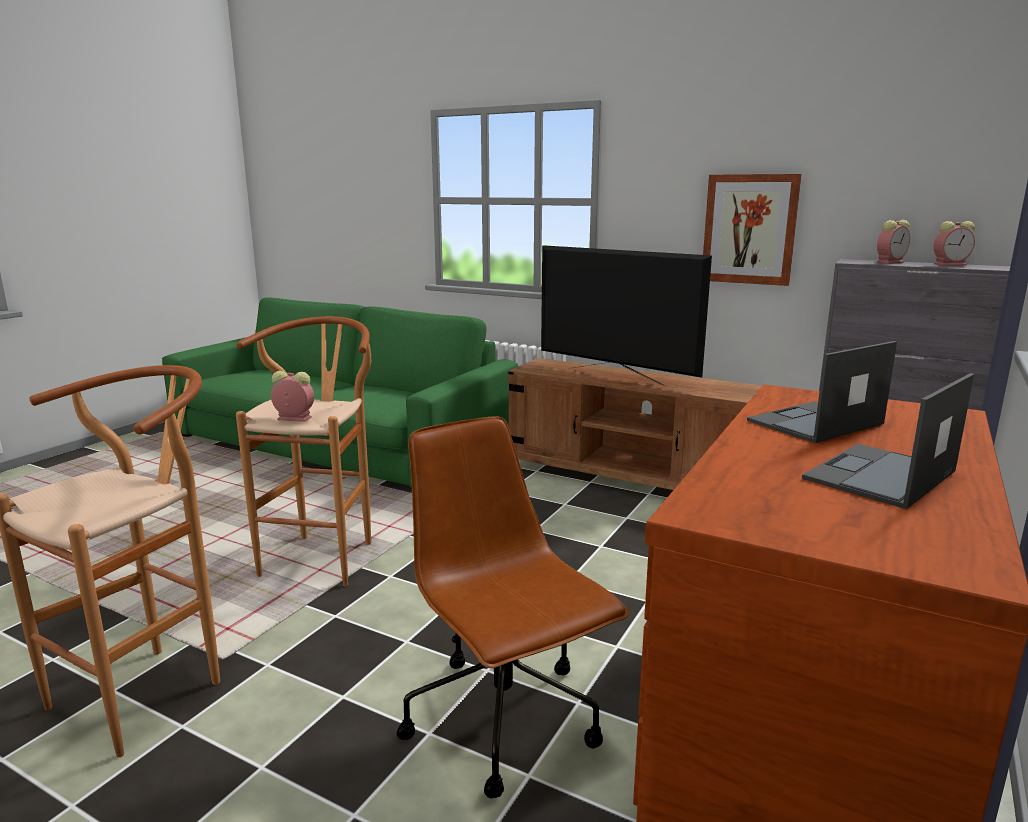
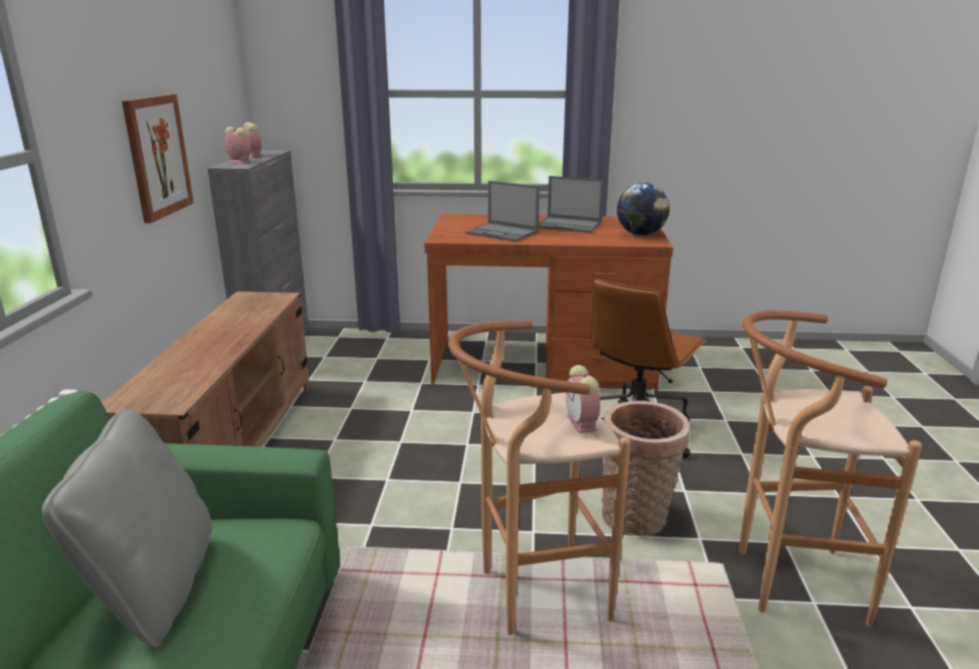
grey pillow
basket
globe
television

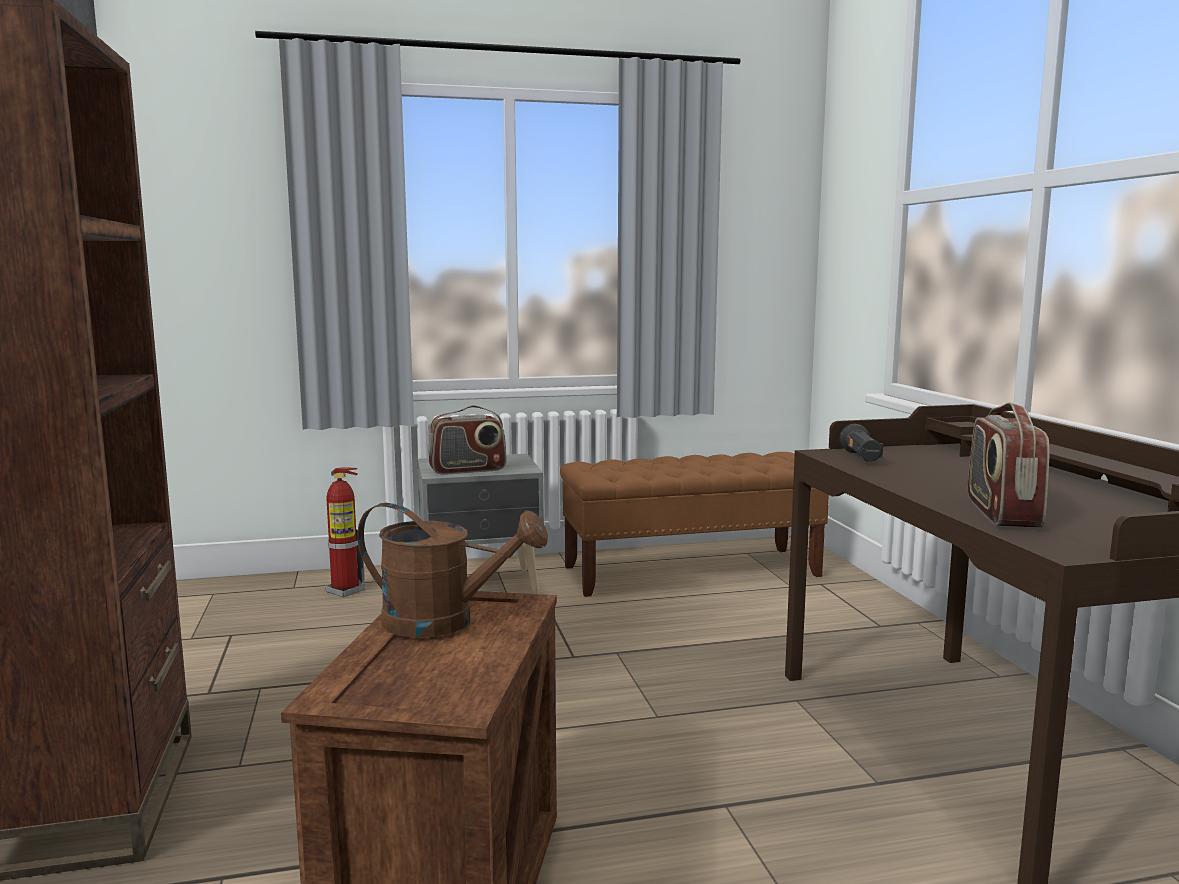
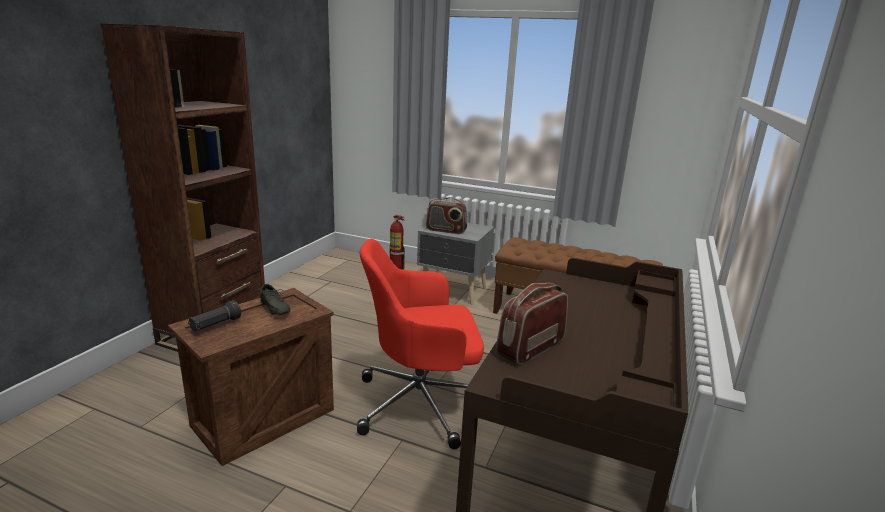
black flashlight
grey shoe
red office chair

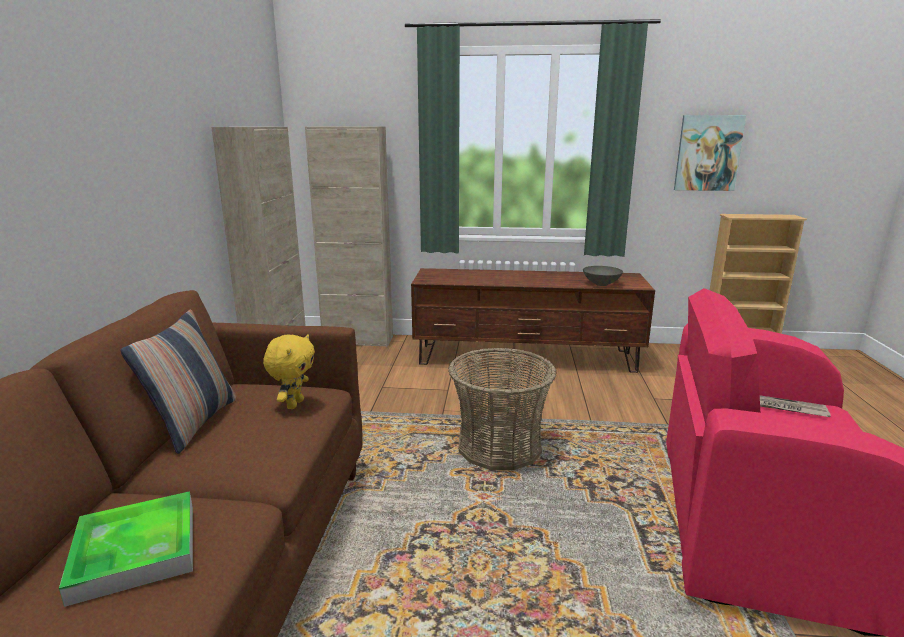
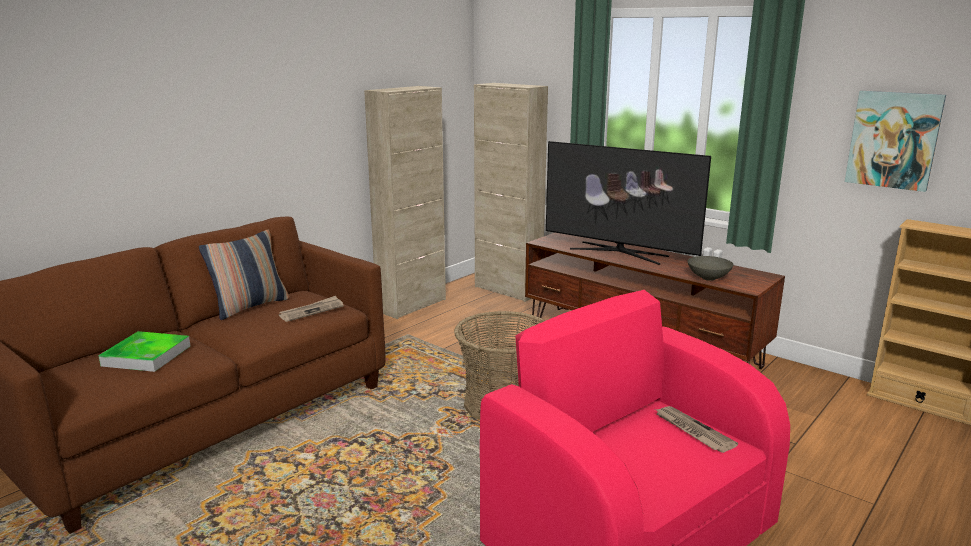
newspaper (no. 1 from left)
television

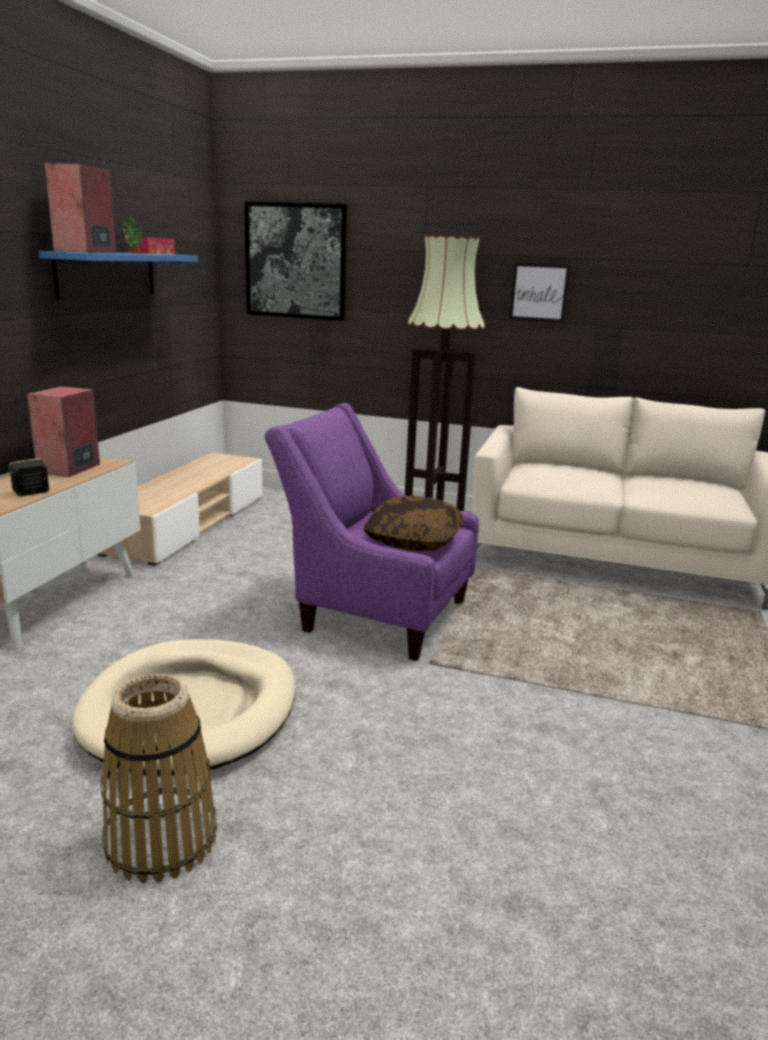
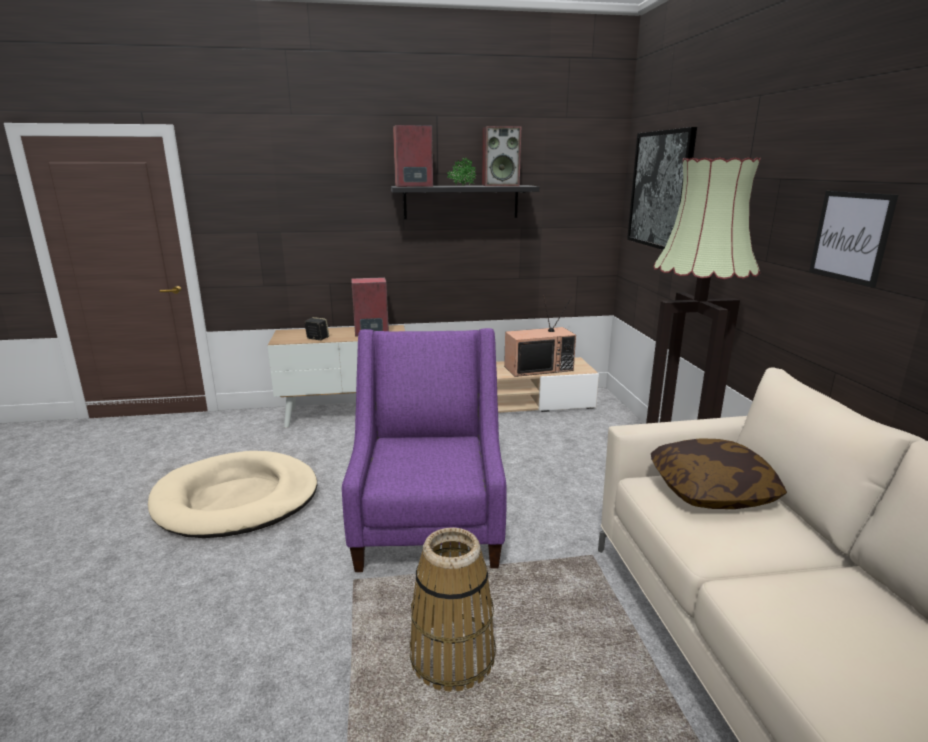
black shelf
basket
speaker (no. 4 from left)
television
pillow

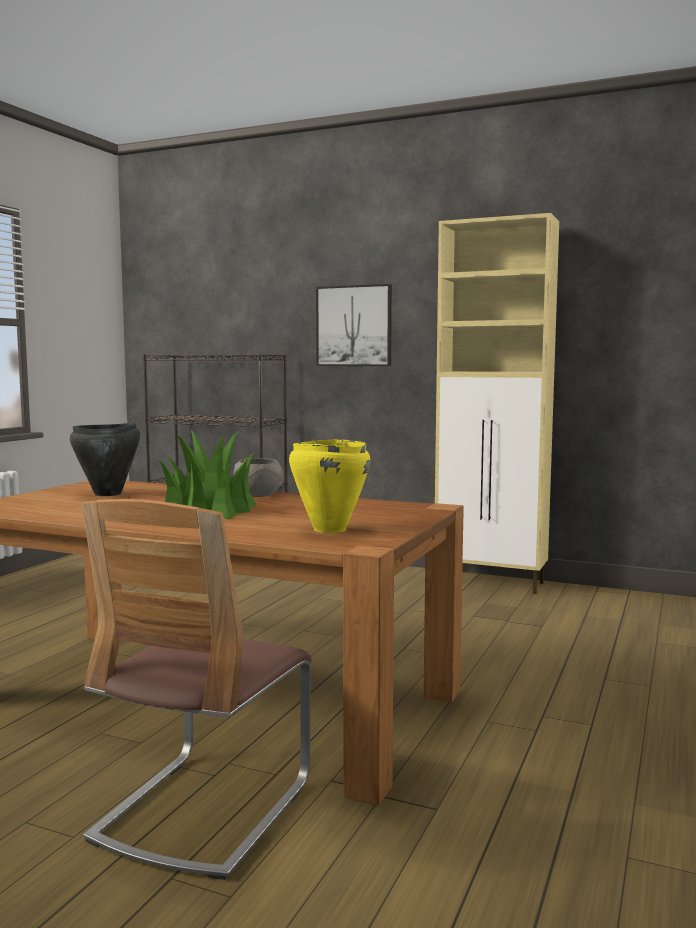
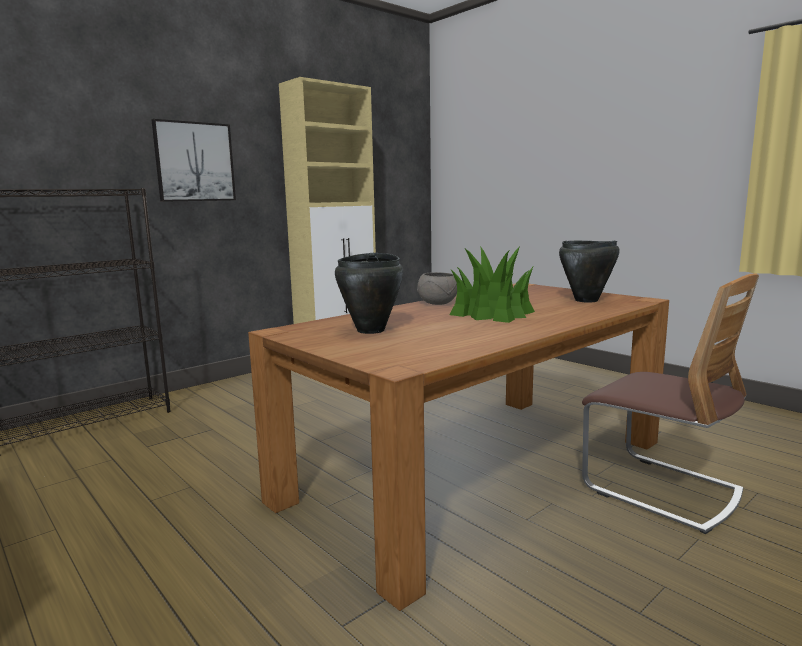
black cooking pot (no. 2 from left)

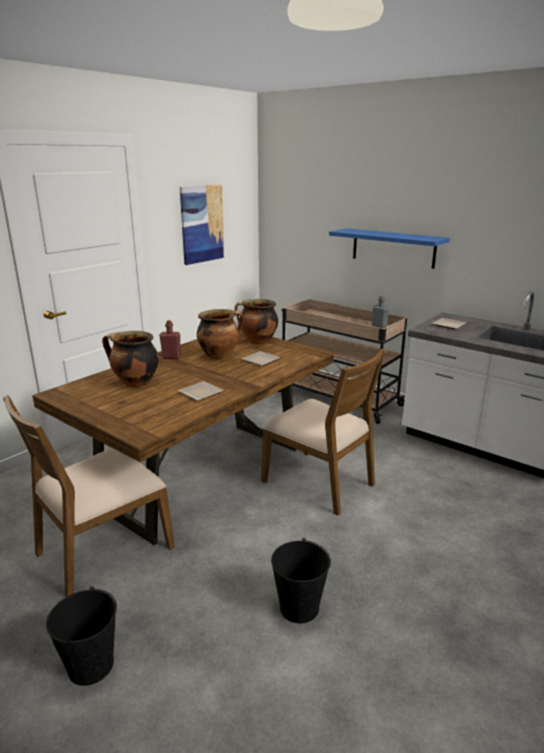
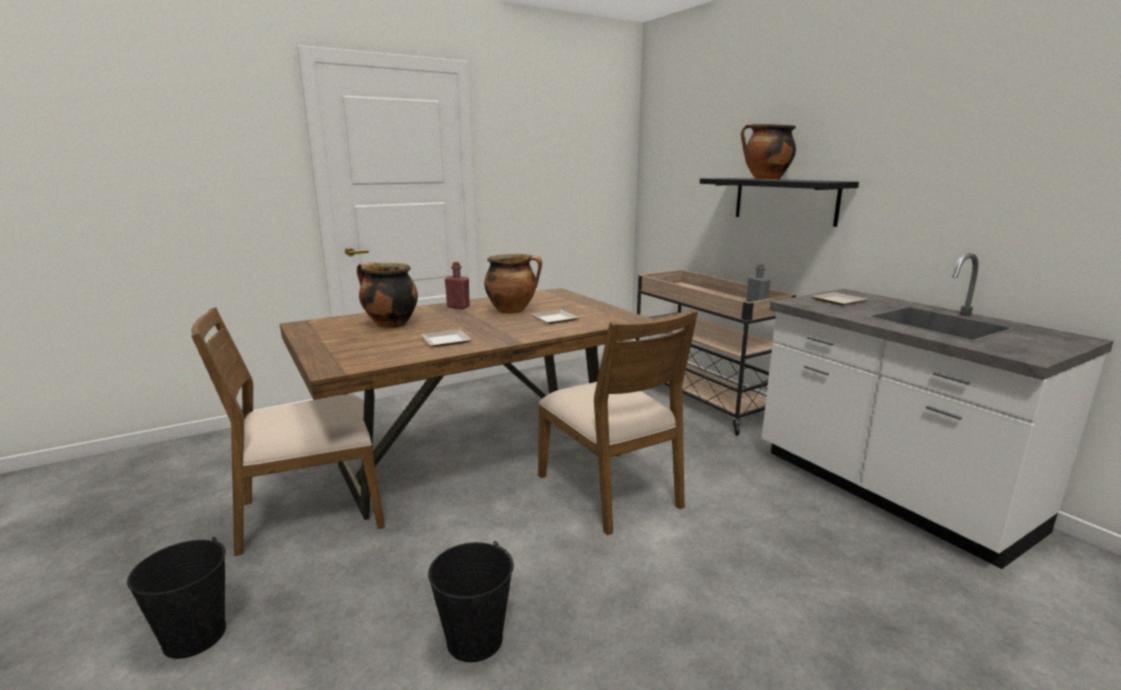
black shelf
cooking pot (no. 3 from left)
picture

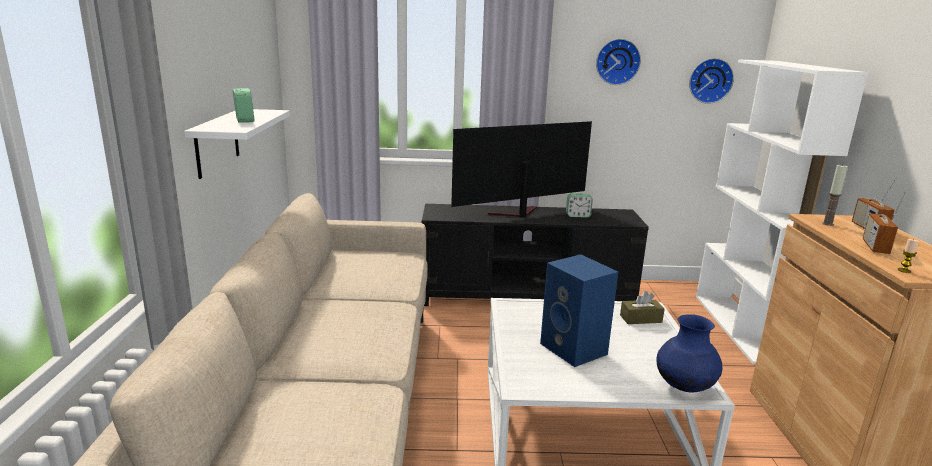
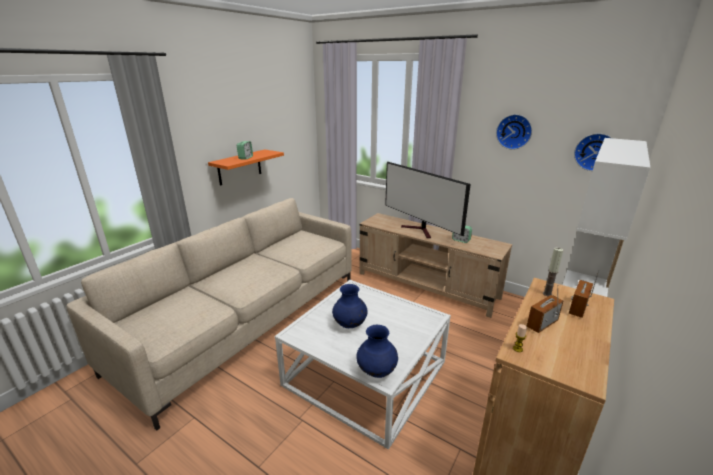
orange shelf
blue vase (no. 1 from left)
beige tv stand
television
brown tissue box

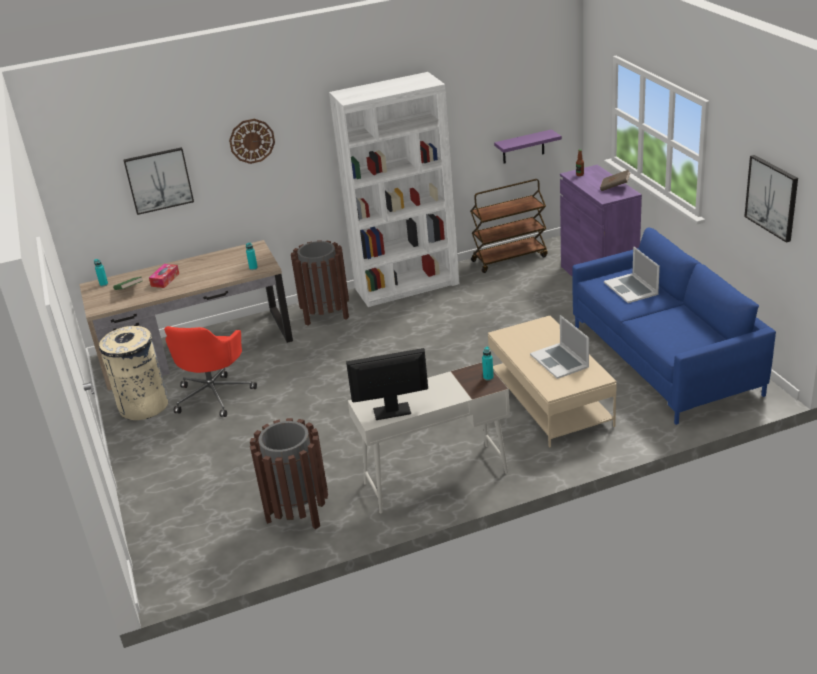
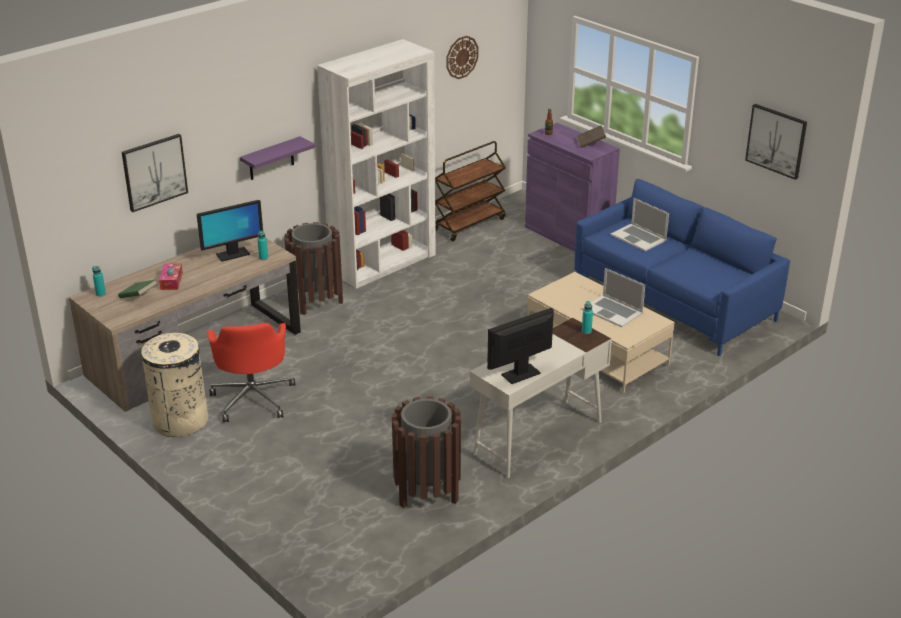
monitor (no. 1 from left)
purple shelf
wall clock

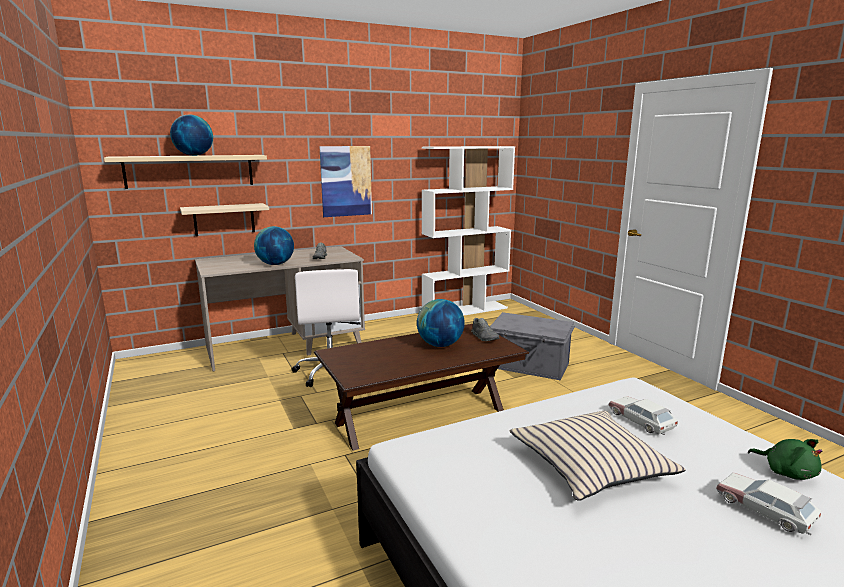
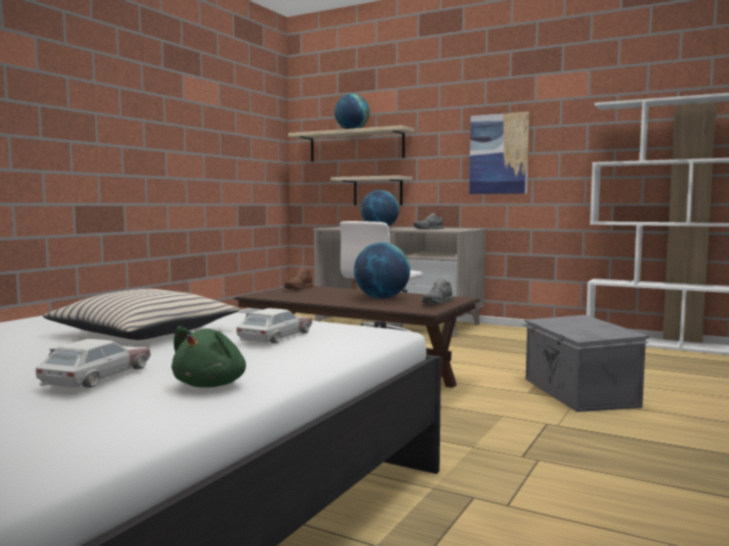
brown shoe

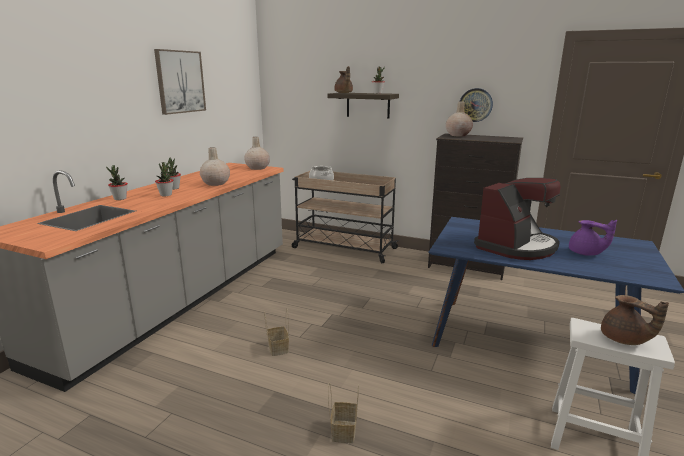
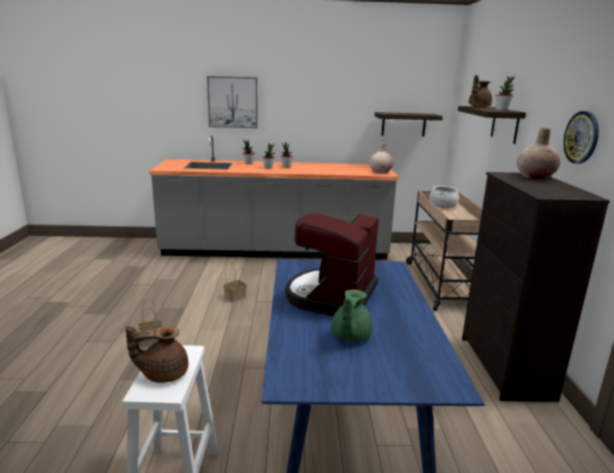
brown teapot (no. 1 from left)
picture
coffee machine
green teapot
shelf (no. 1 from left)
beige vase (no. 1 from left in the first image)

